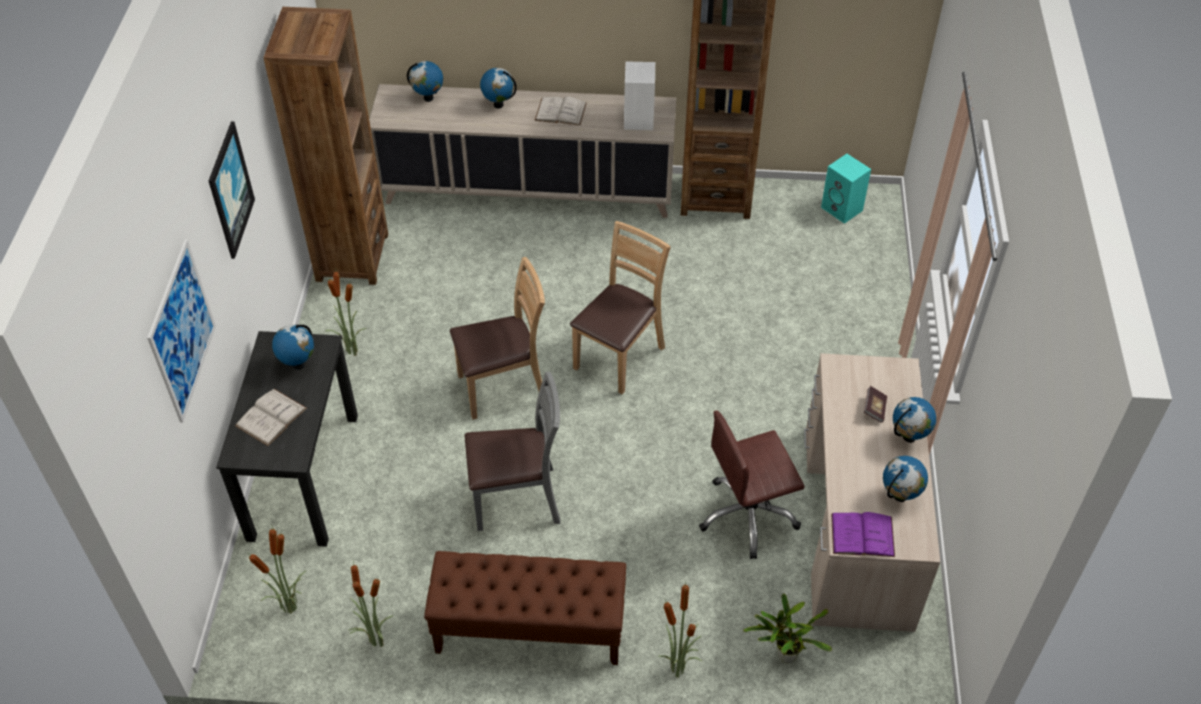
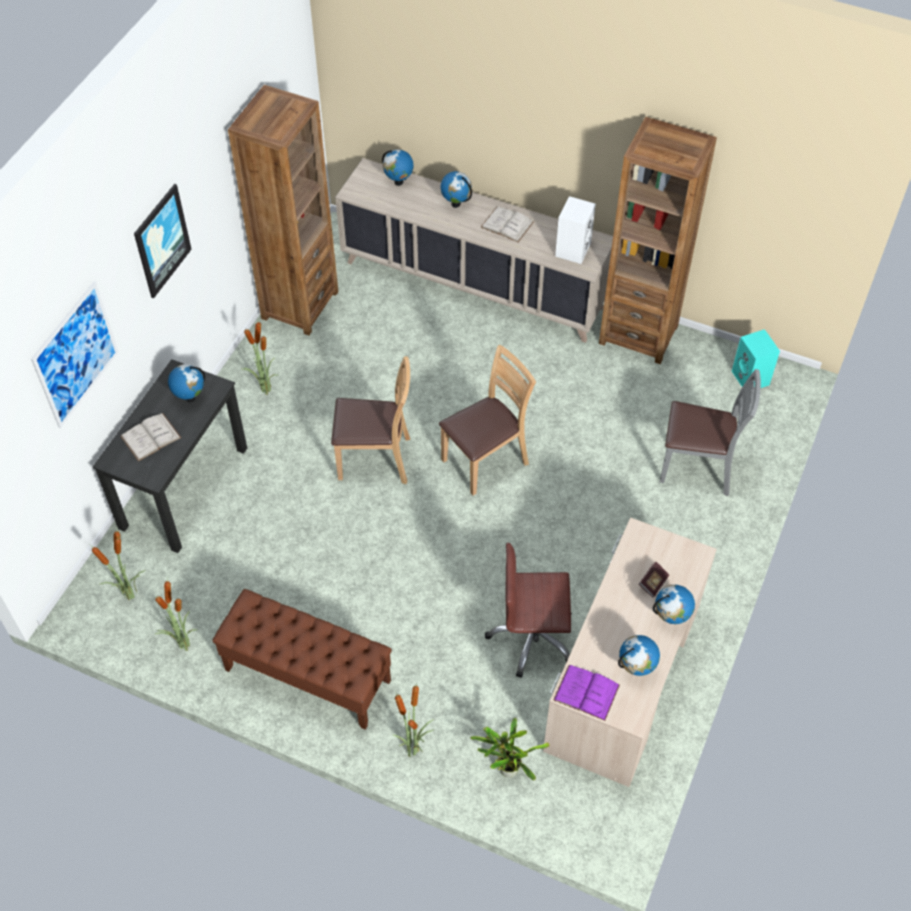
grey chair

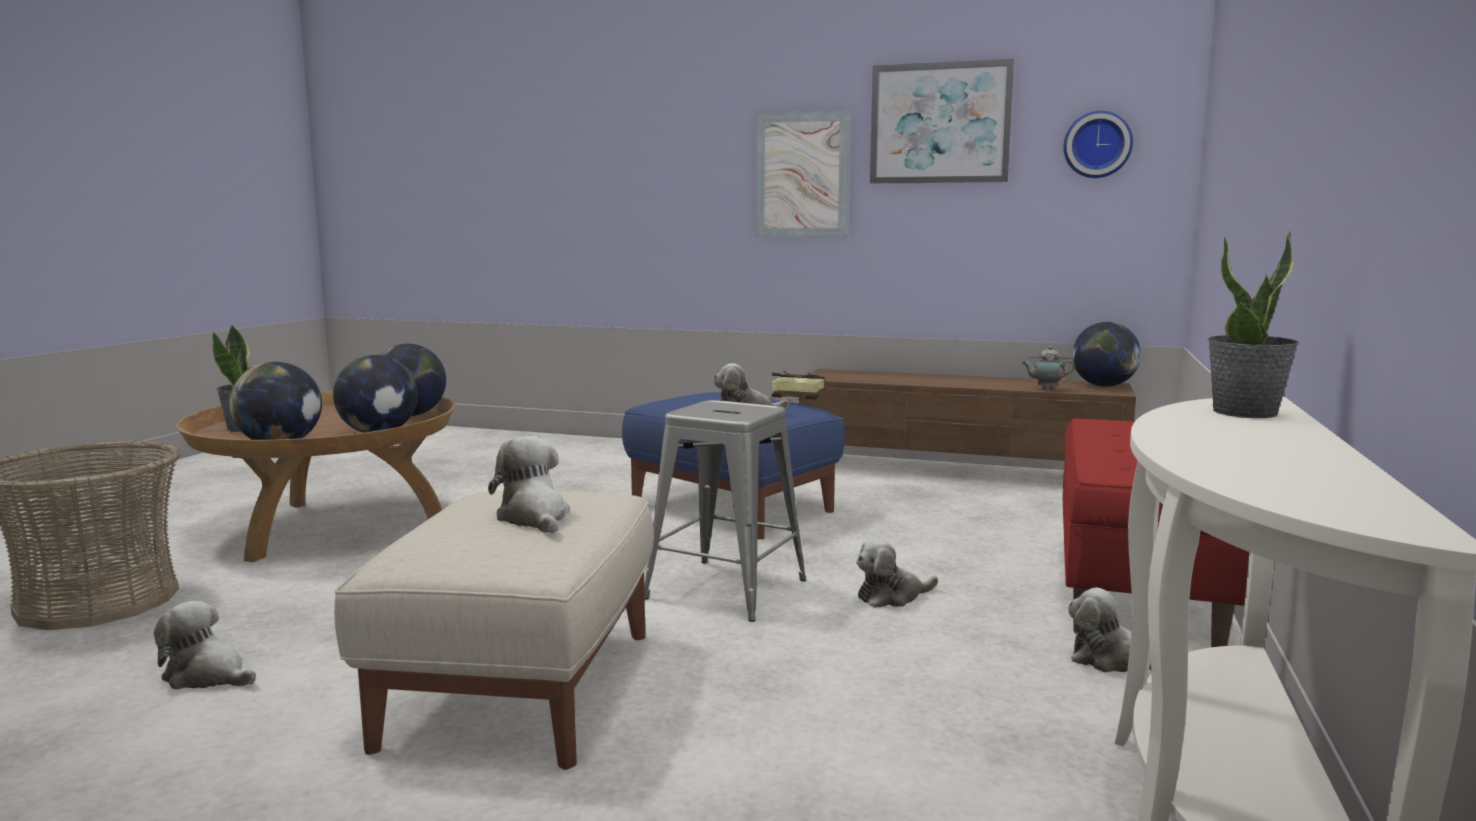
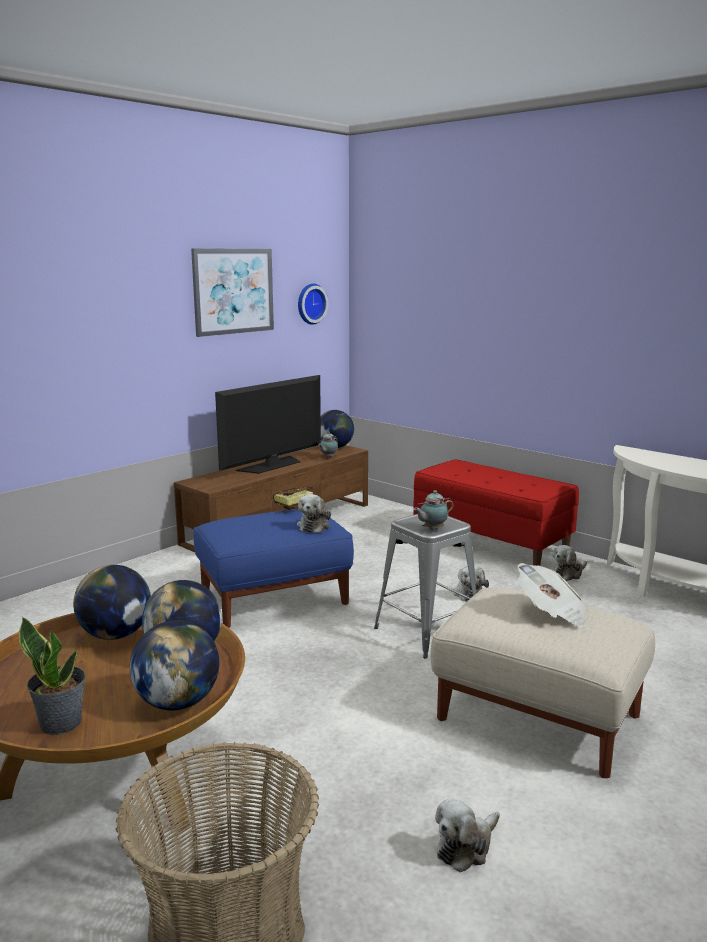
television
teapot (no. 2 from left)
newspaper
picture (no. 1 from left in the first image)
potted plant (no. 2 from left in the first image)

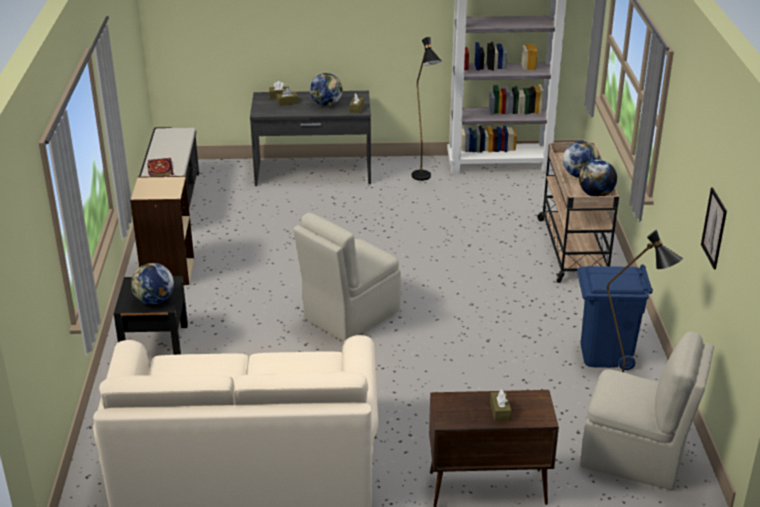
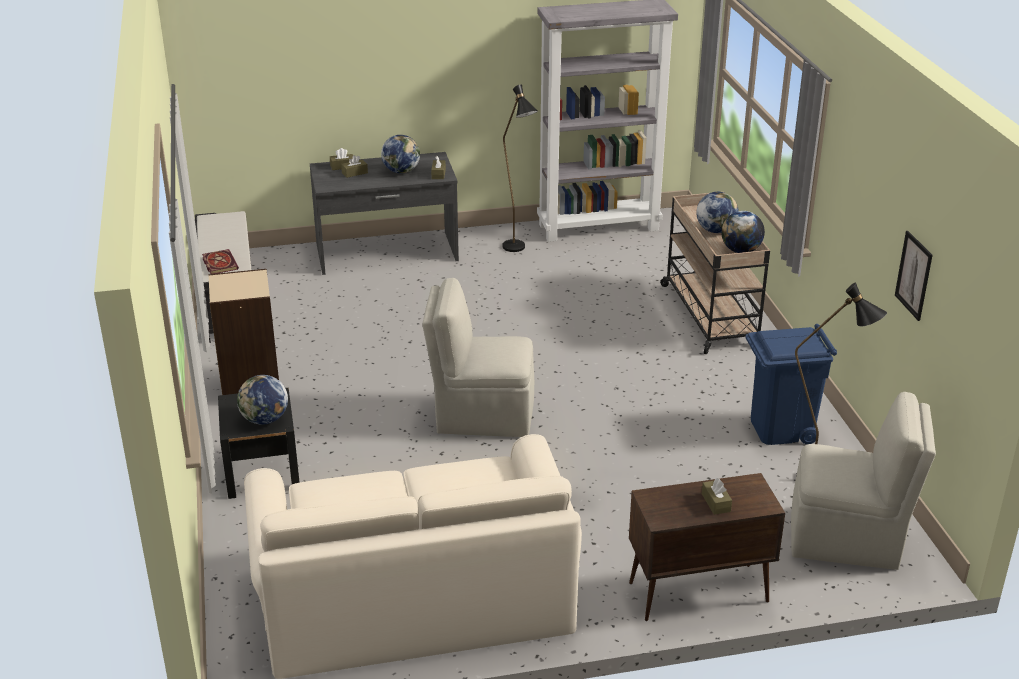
beige chair (no. 1 from left)

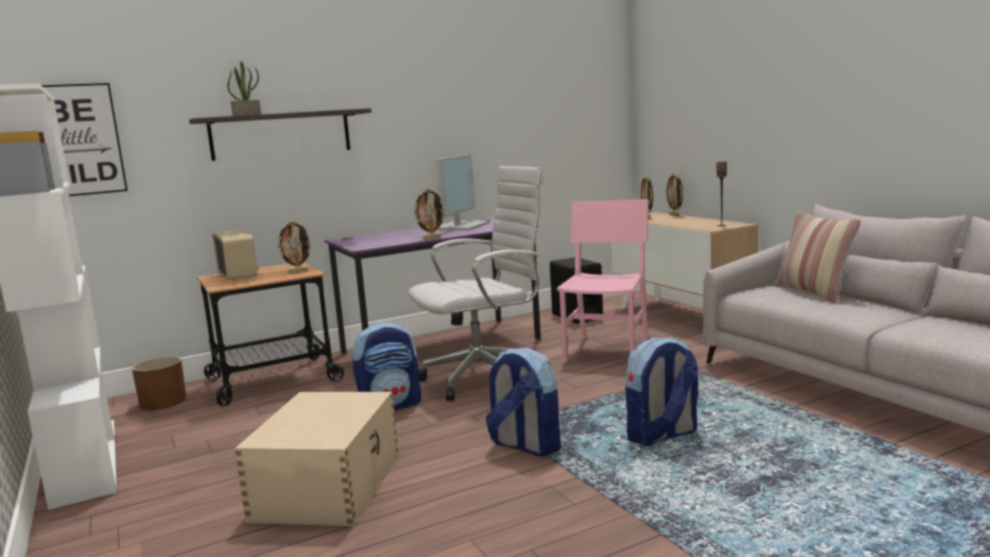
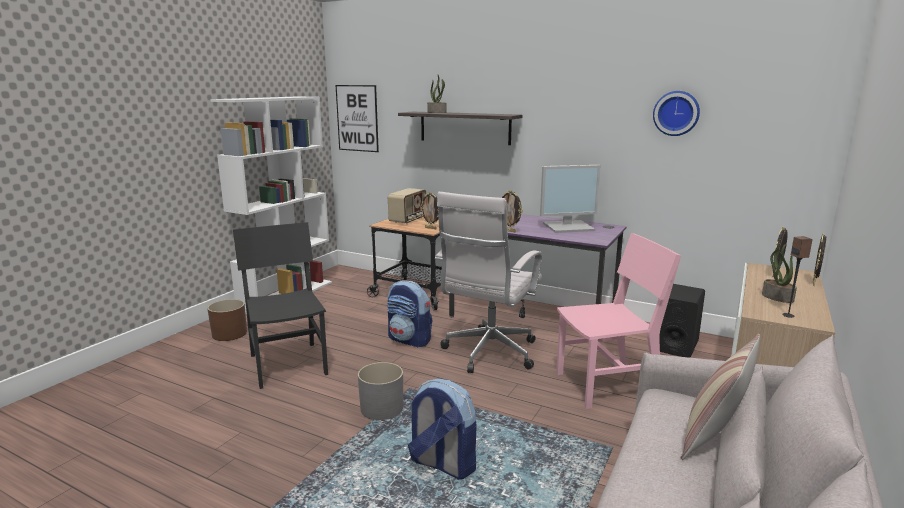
brown planter
black chair
grey planter
white office chair
wall clock
potted plant (no. 2 from left)

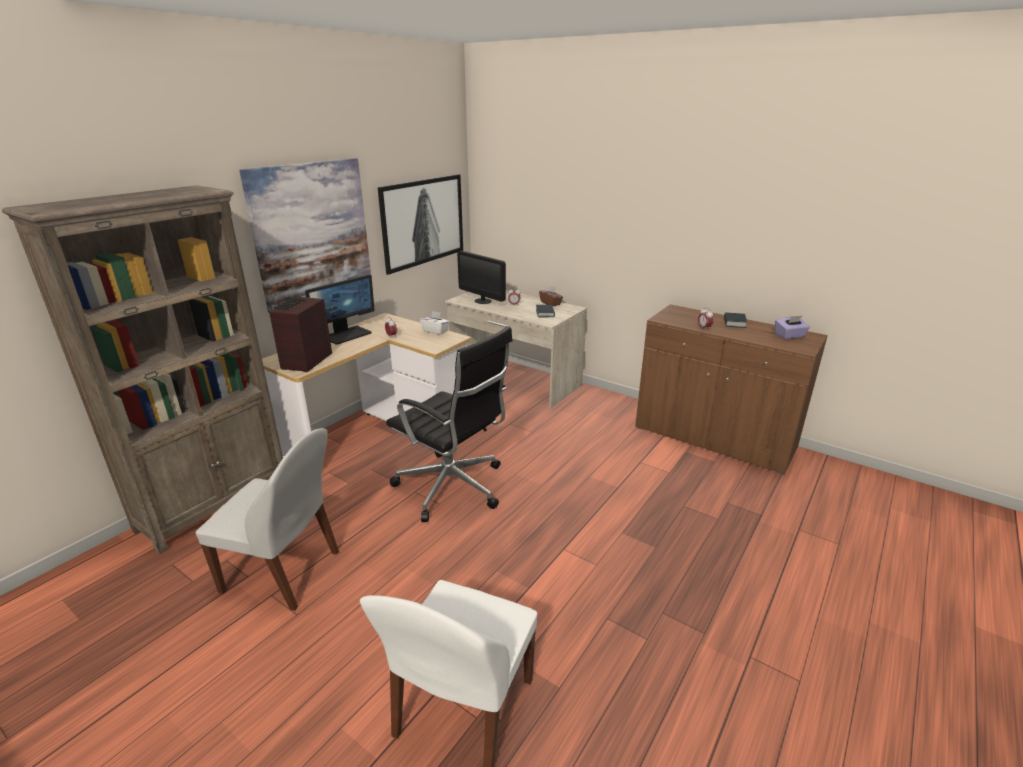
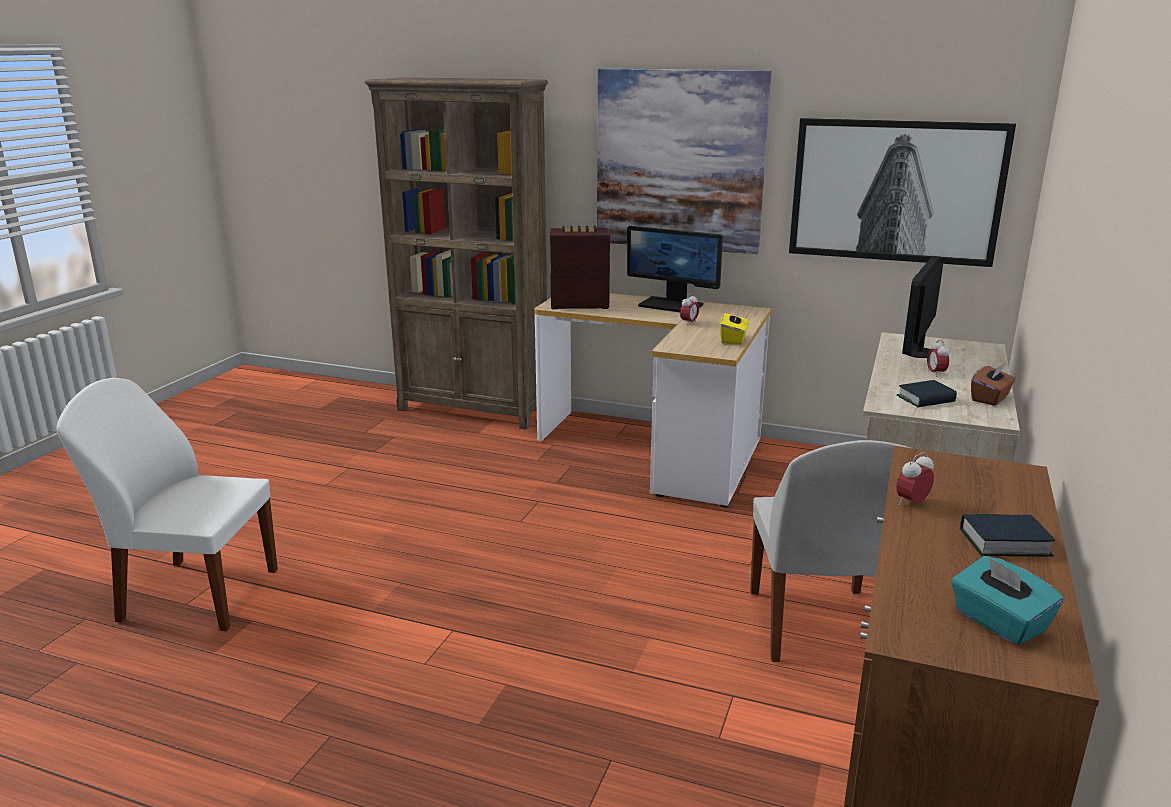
yellow tissue box
white chair (no. 2 from left)
turquoise tissue box
black office chair

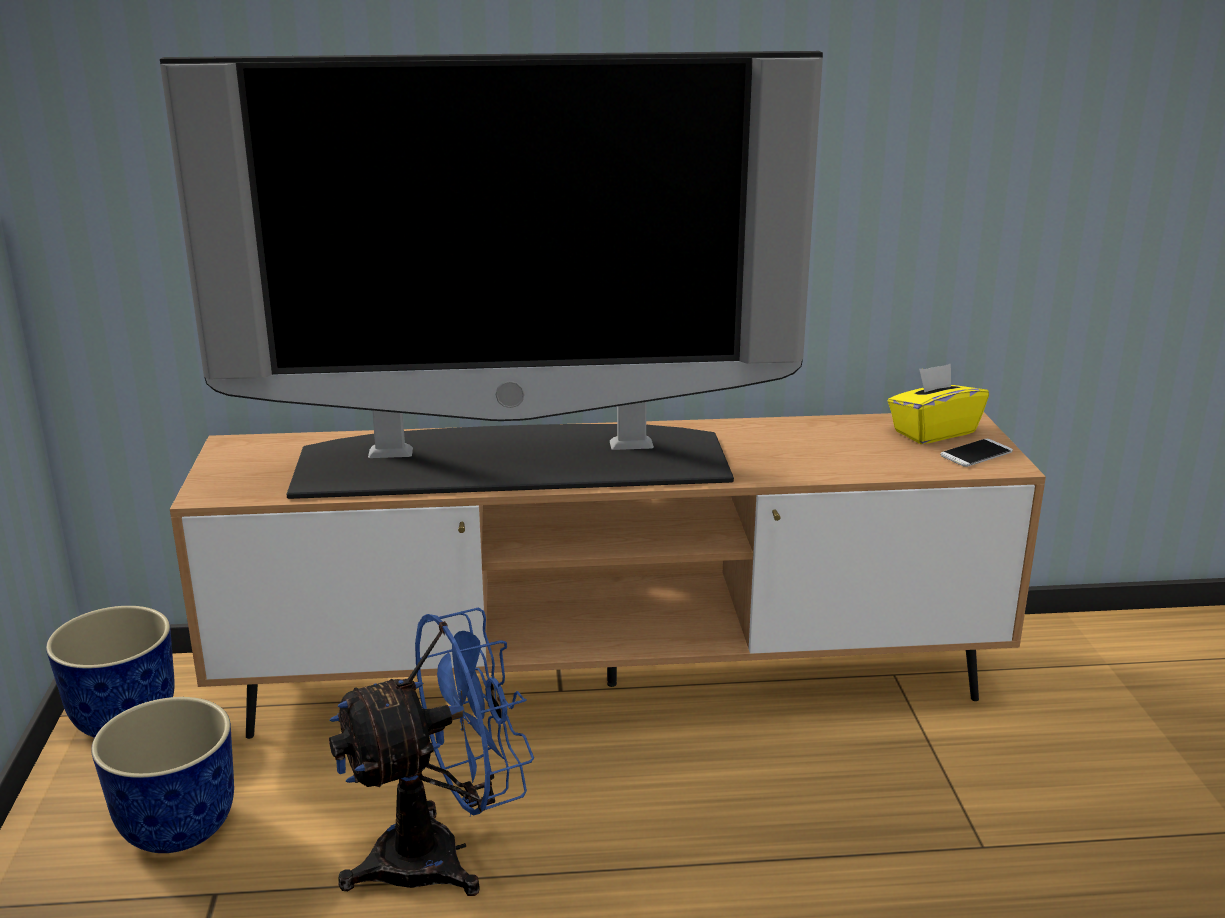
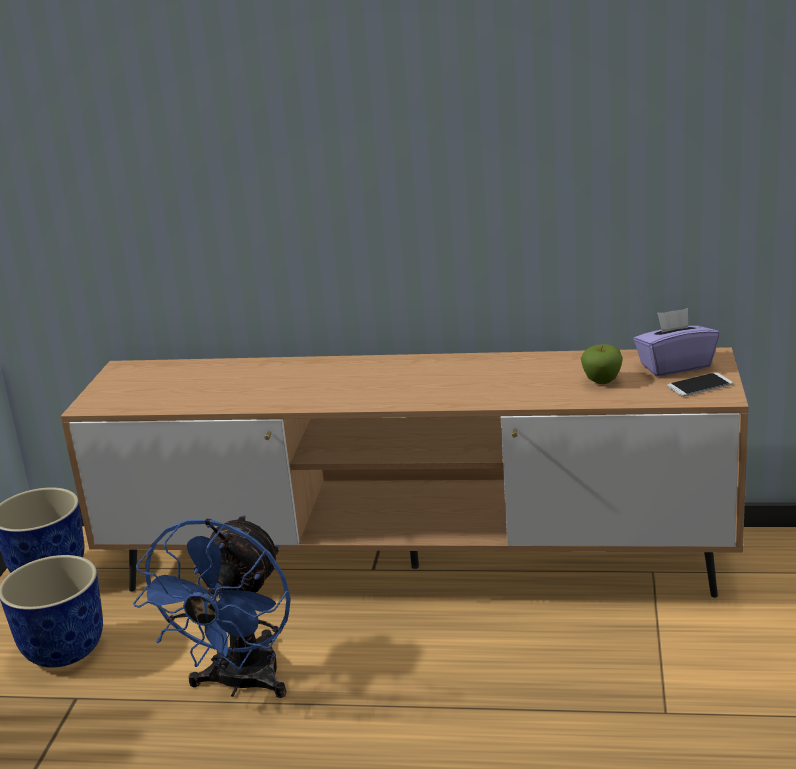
blue fan
apple
purple tissue box
television

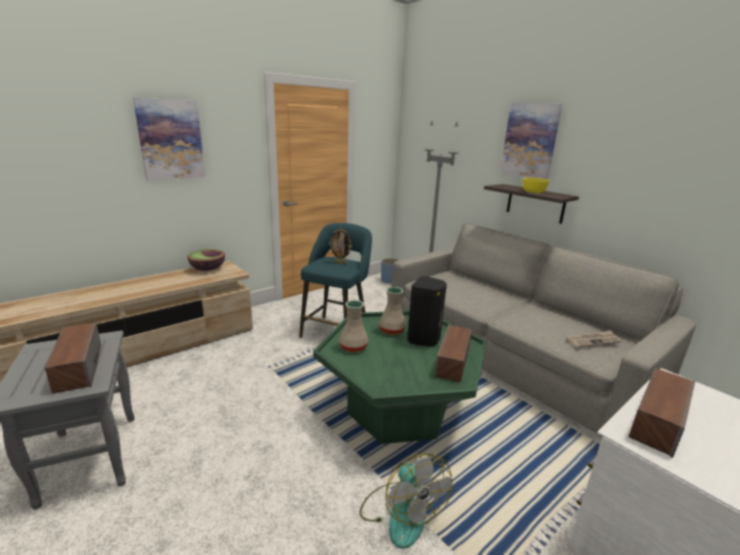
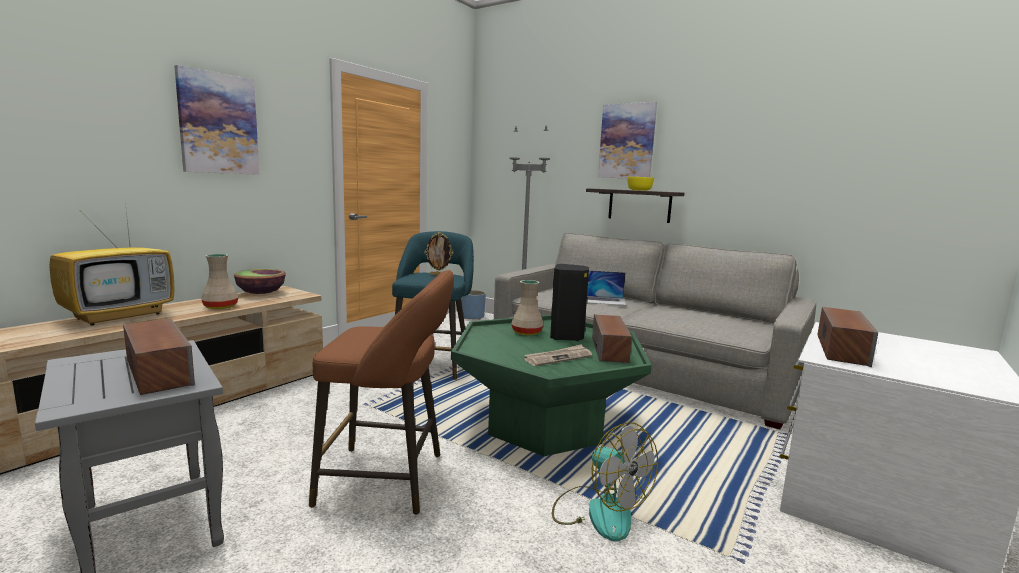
television
beige vase (no. 1 from left)
brown stool
newspaper
laptop

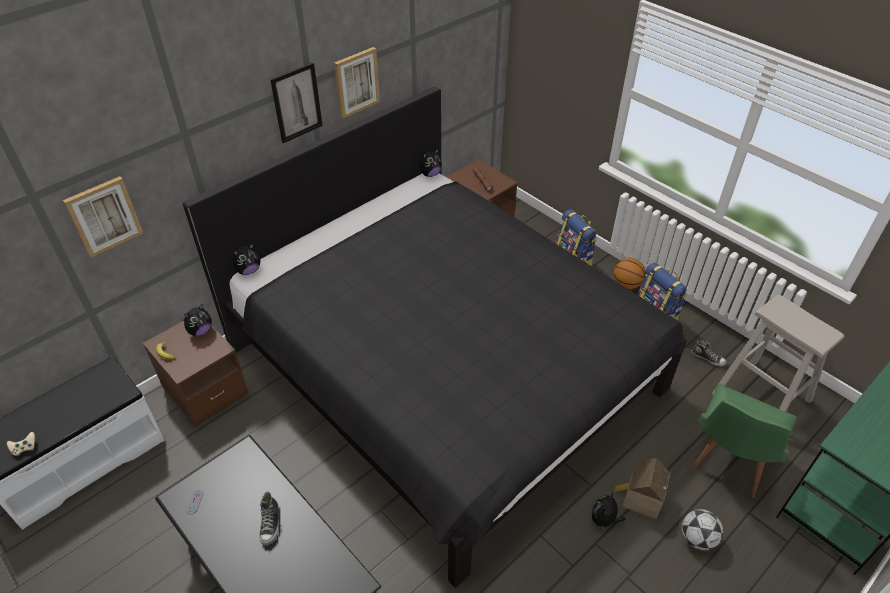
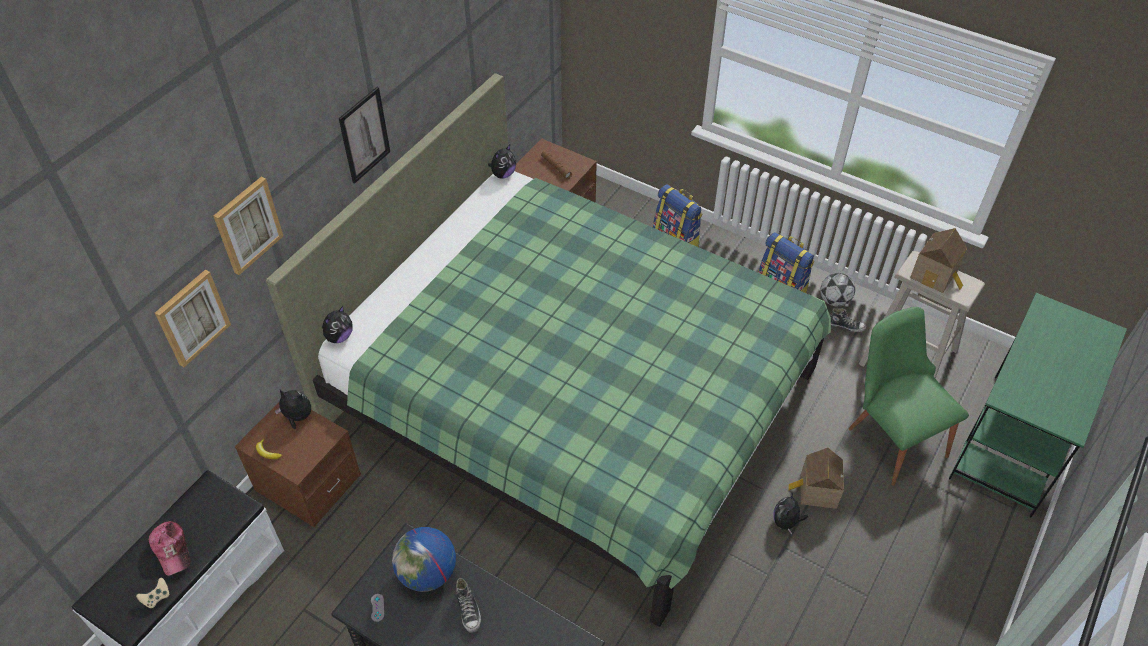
cap
picture (no. 2 from left)
green bed
plush toy (no. 1 from left)
globe
football
green chair
toy house (no. 2 from left)
basketball

